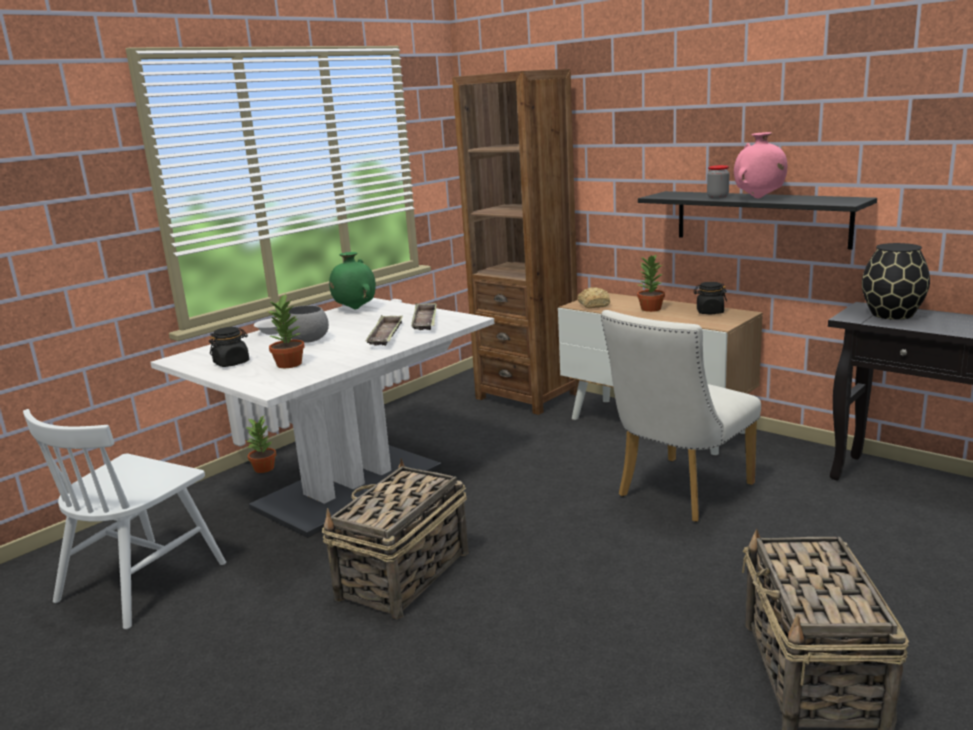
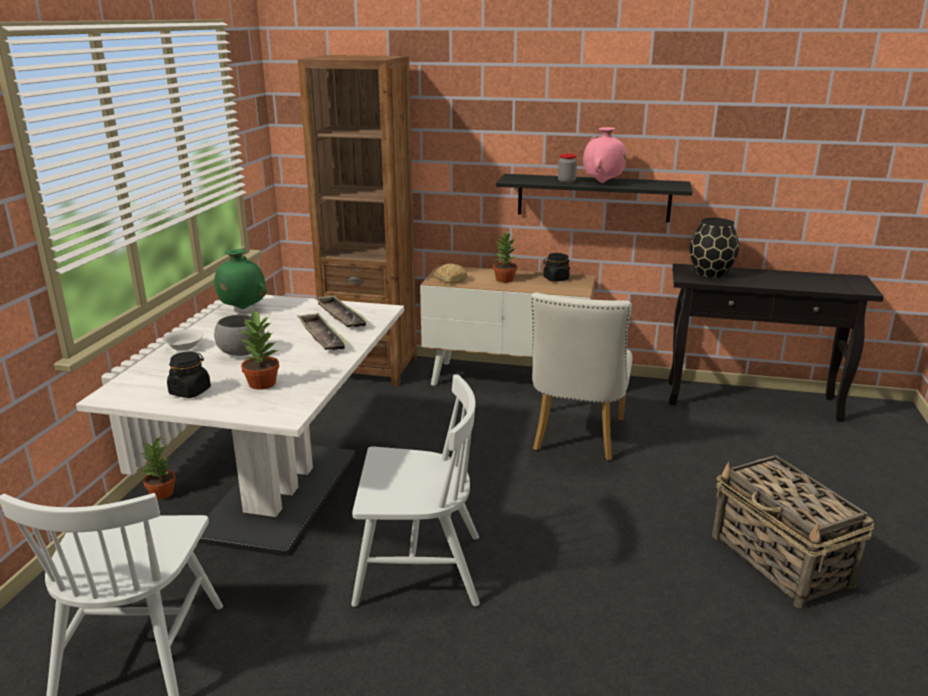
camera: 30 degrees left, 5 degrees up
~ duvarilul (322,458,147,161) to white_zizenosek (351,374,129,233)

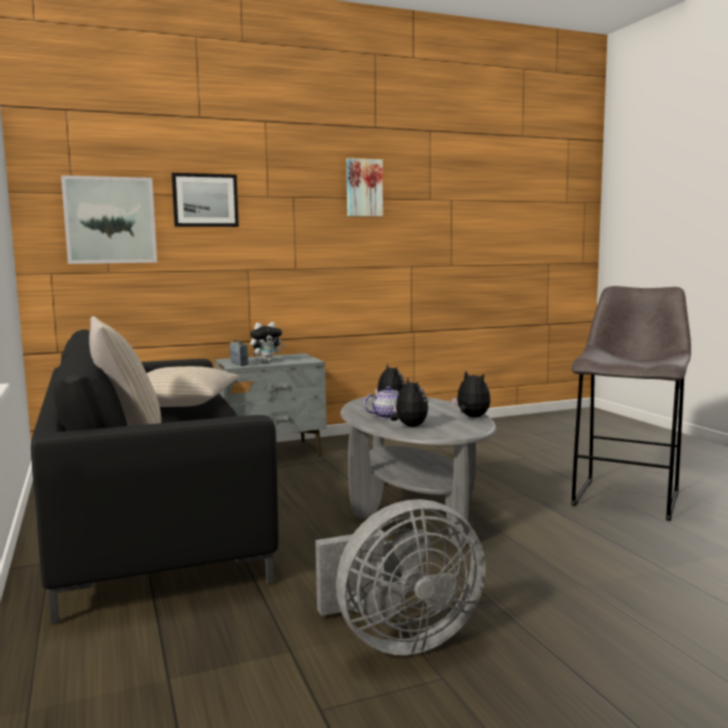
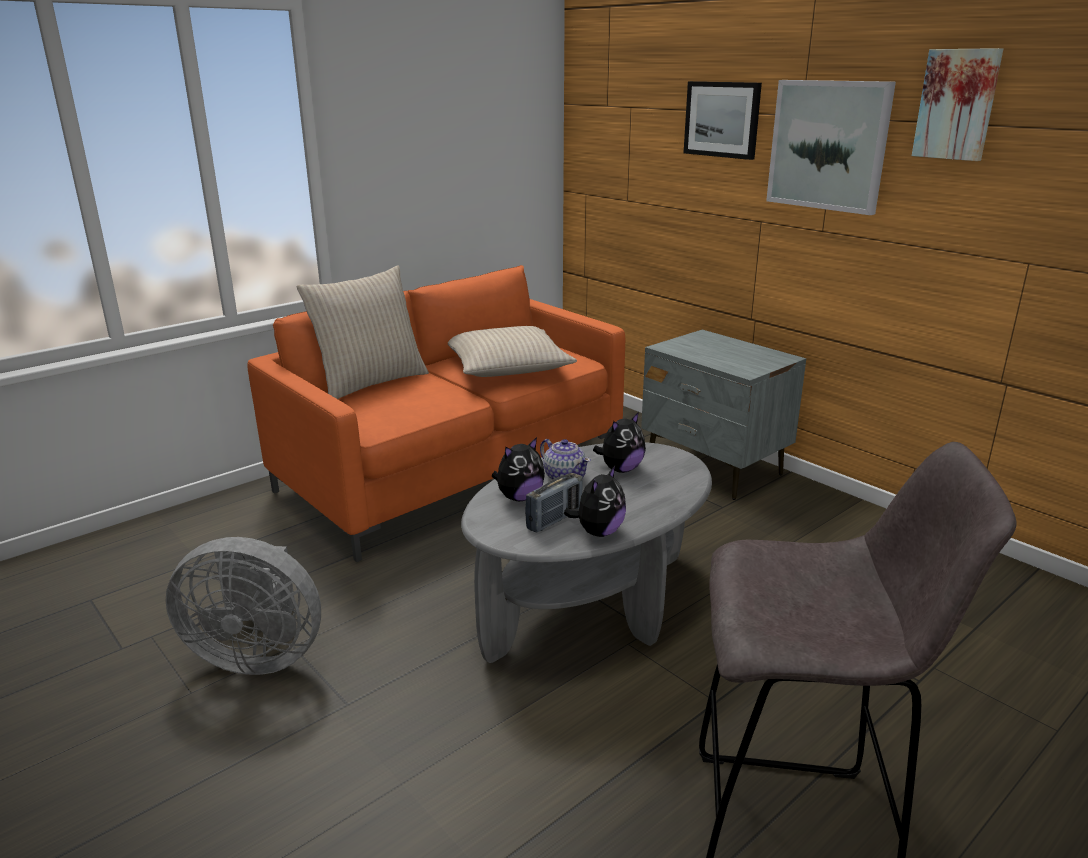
camera: 70 degrees right, 15 degrees up
- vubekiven (250,322,35,40)
~ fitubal (61,175,96,89) to (766,80,130,135)
~ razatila (230,340,18,26) to (525,473,58,60)
~ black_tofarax (31,329,248,295) to orange_tofarax (247,265,378,297)
~ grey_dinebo (315,499,171,156) = (166,537,155,138) 45 degrees counterclockwise

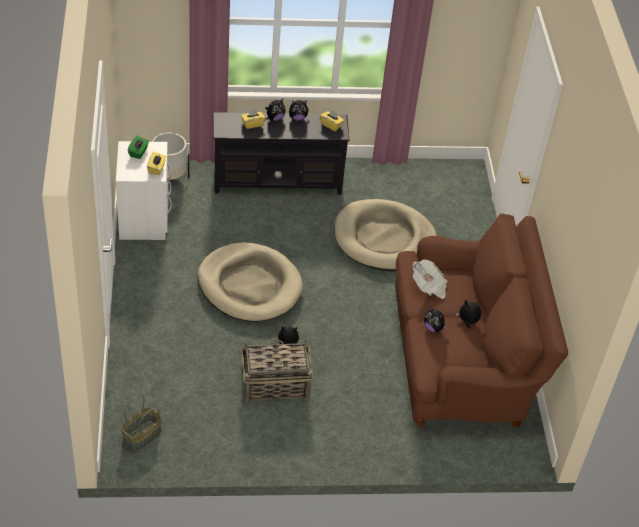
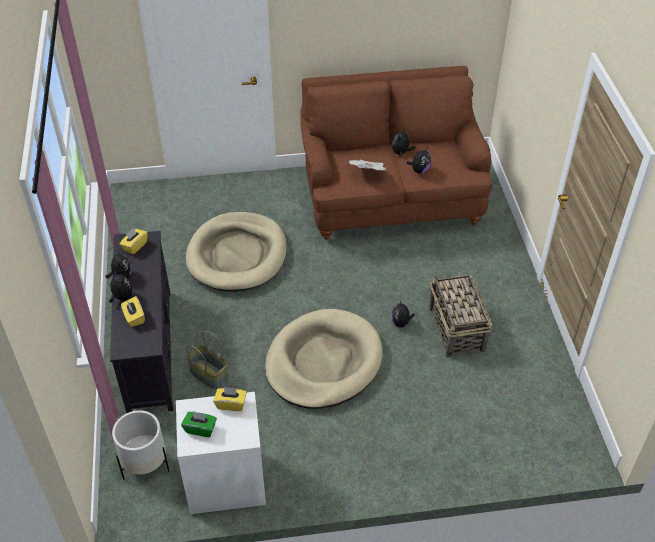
camera: 90 degrees left, 0 degrees up
~ duvarilul (121,395,41,57) to (186,331,42,59)

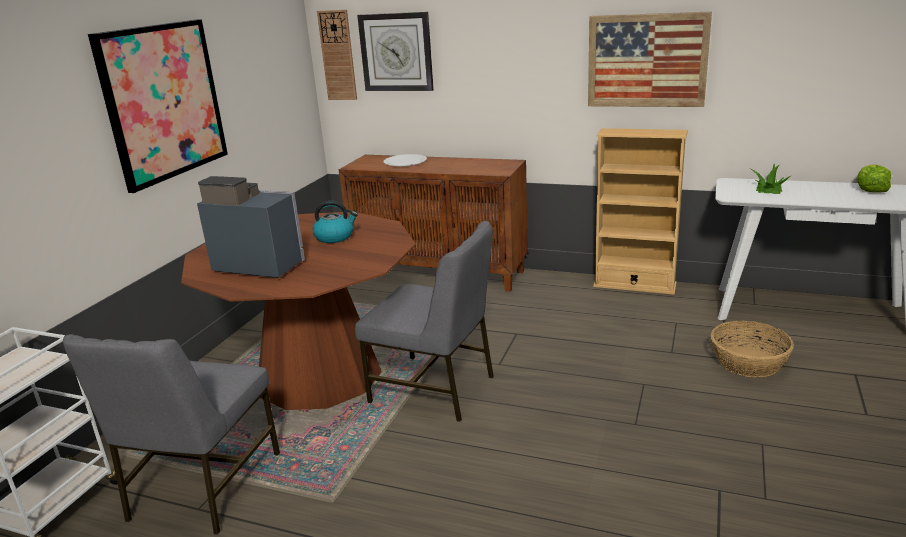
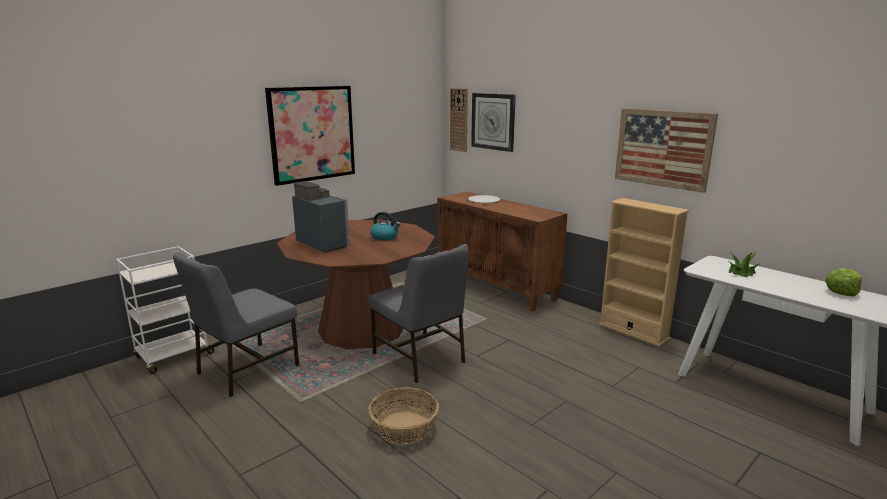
camera: 25 degrees right, 5 degrees down
~ duvarilul (711,321,83,57) to (369,387,70,57)

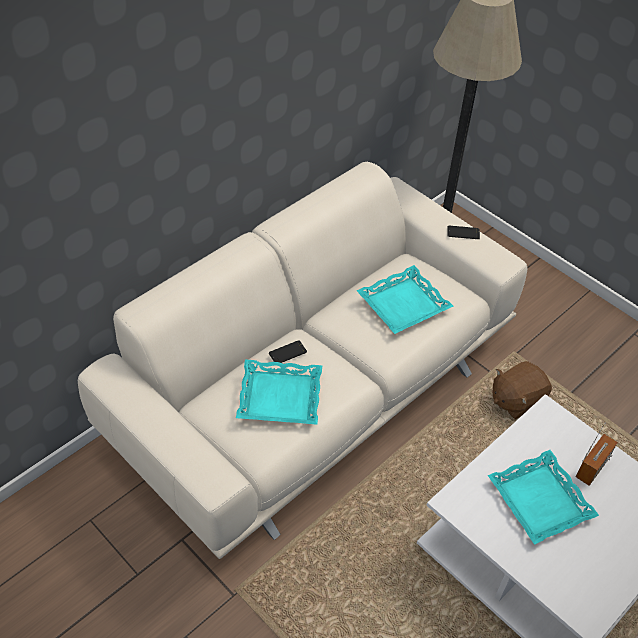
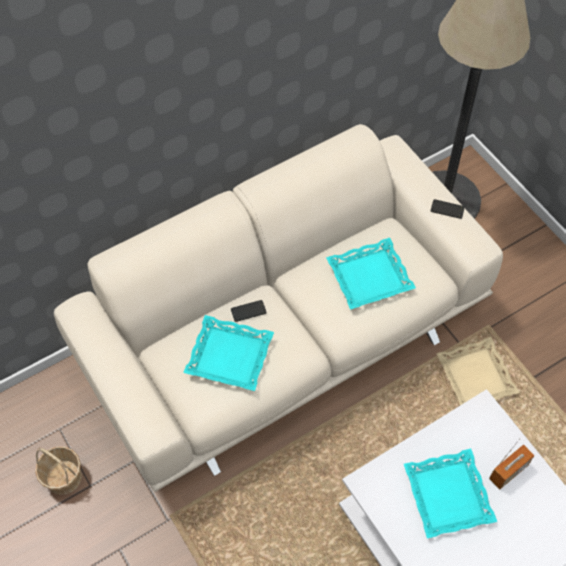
camera: 15 degrees right, 10 degrees up
+ duvarilul (35,447,47,48)
~ brown_vubekiven (493,361,59,58) to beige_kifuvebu (436,337,83,68)

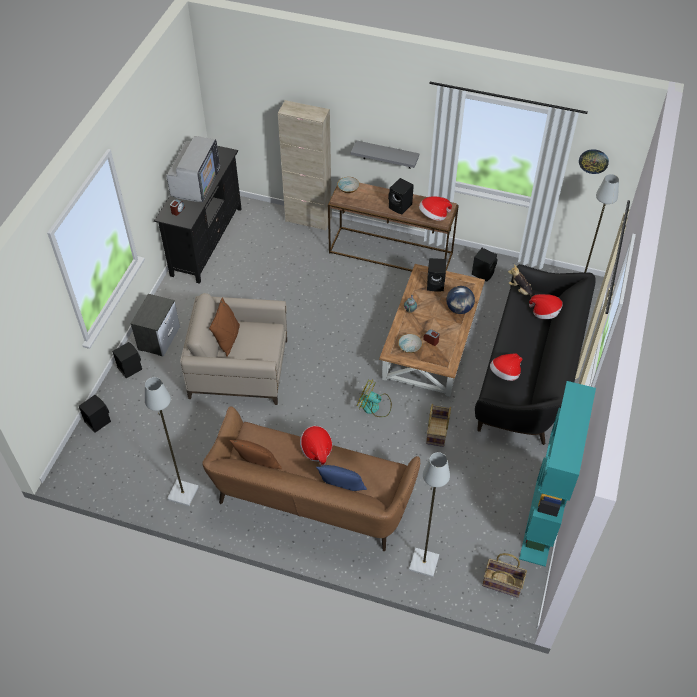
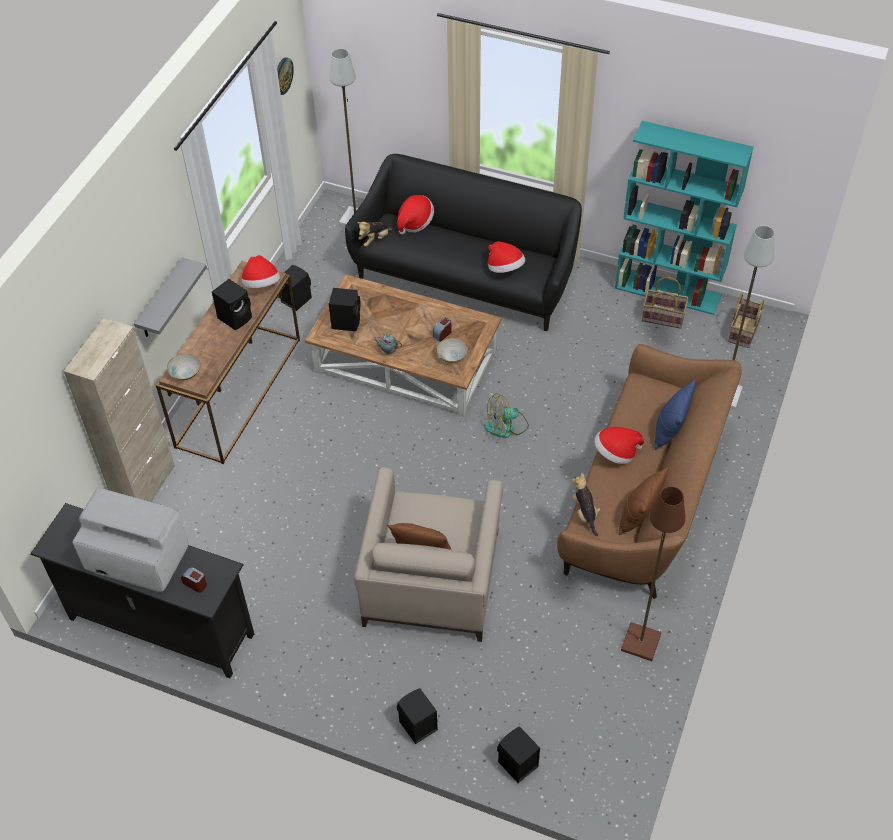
camera: 85 degrees left, 0 degrees up
- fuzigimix (130,294,50,62)
- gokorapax (446,286,29,28)
+ vubekiven (572,473,28,63)
~ duvarilul (426,404,25,43) to (642,277,46,52)
~ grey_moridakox (145,377,54,129) to brown_moridakox (621,487,64,174)
~ dinebo (357,379,35,38) = (484,393,45,45) 45 degrees clockwise

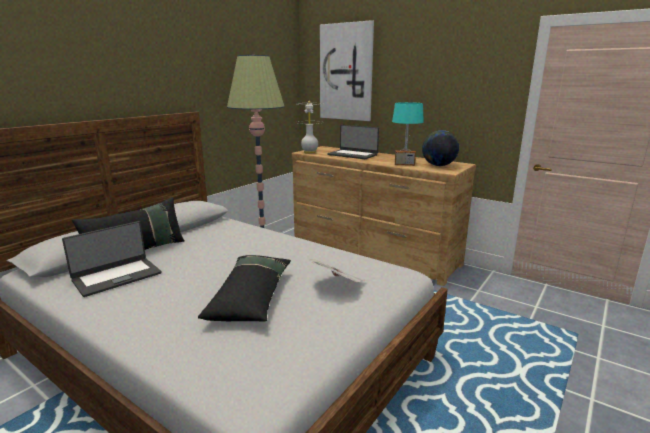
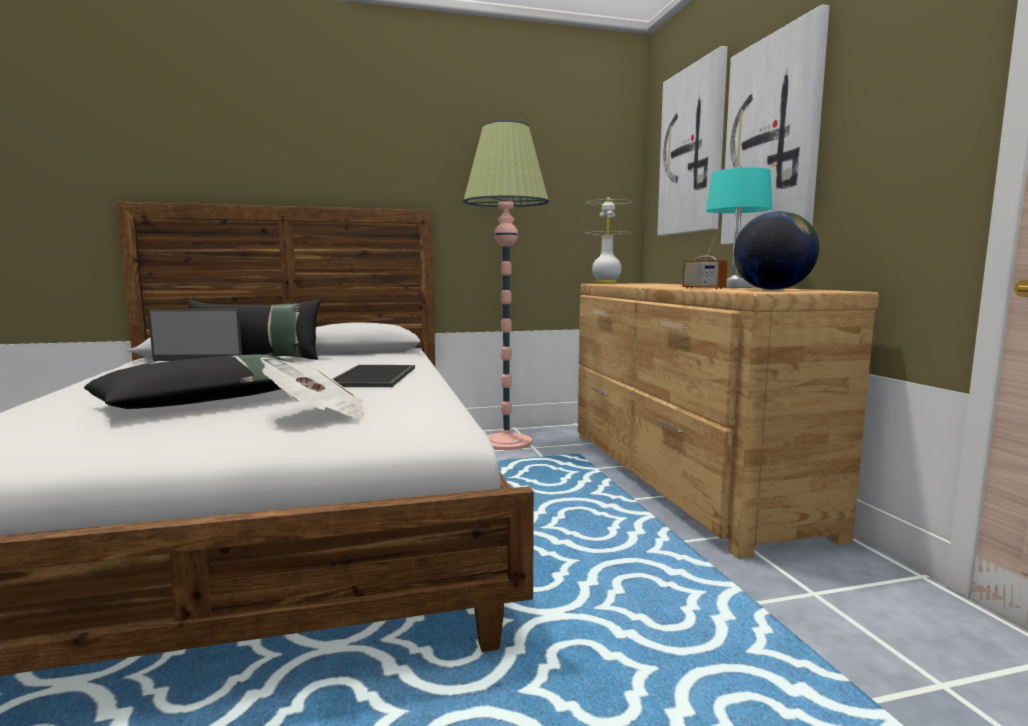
camera: 40 degrees right, 10 degrees down
- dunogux (327,125,52,34)
+ kifuvebu (333,365,82,22)
+ fitubal (721,5,109,240)

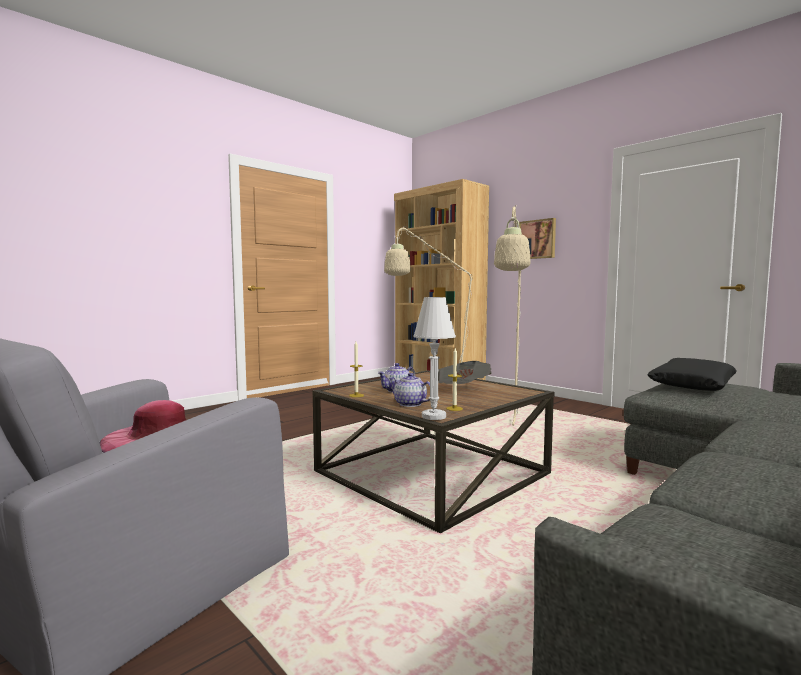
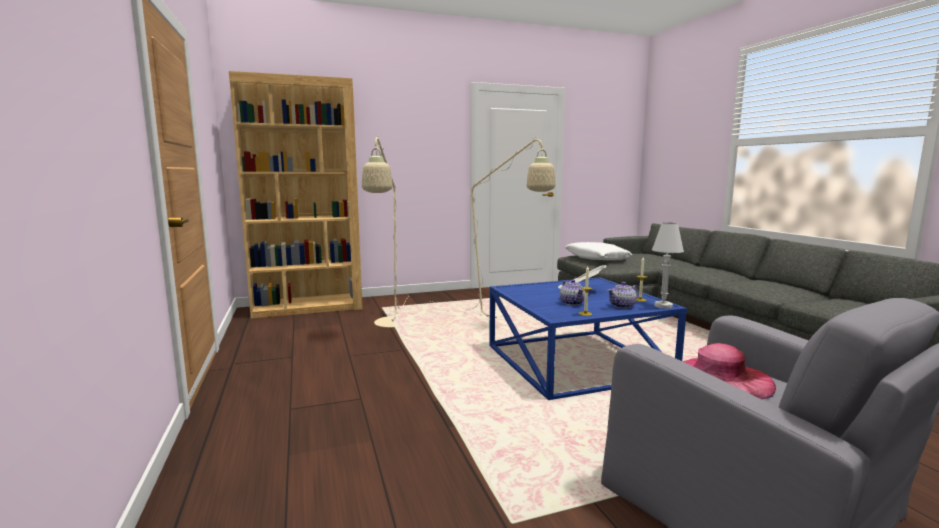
camera: 65 degrees left, 5 degrees up
- fitubal (519,218,37,41)
~ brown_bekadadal (313,370,242,164) to blue_bekadadal (489,277,198,123)
~ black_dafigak (647,358,90,33) to white_dafigak (565,242,67,18)

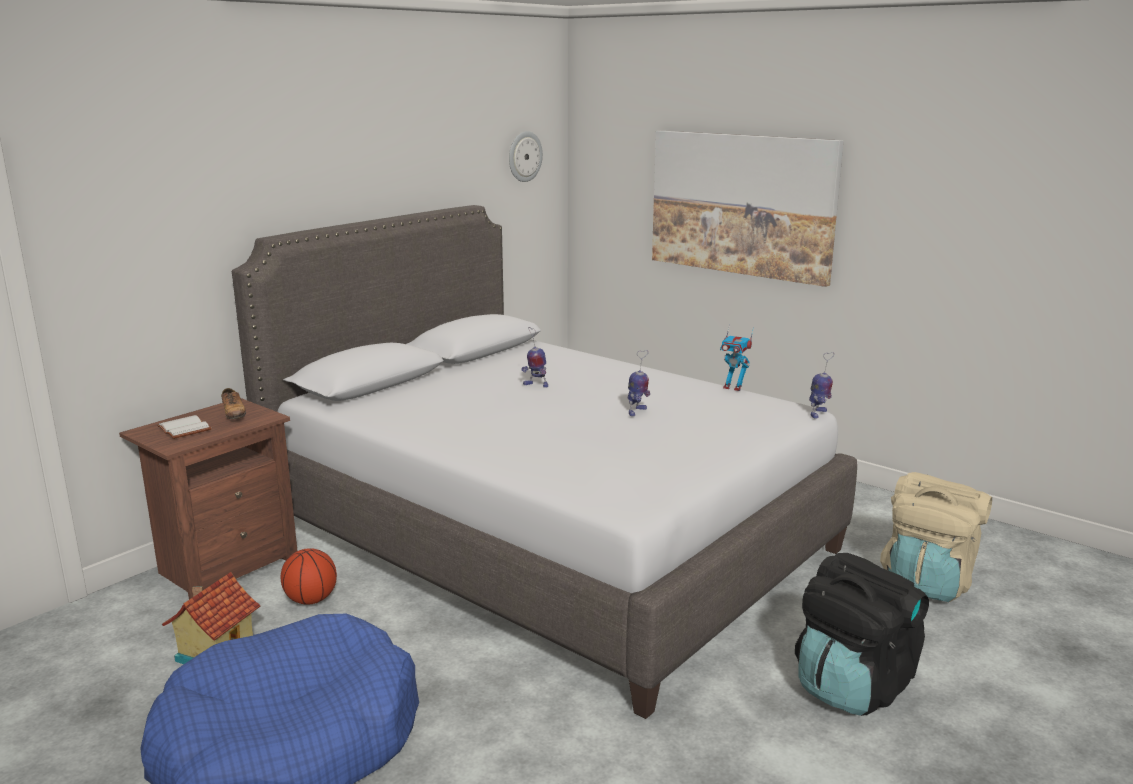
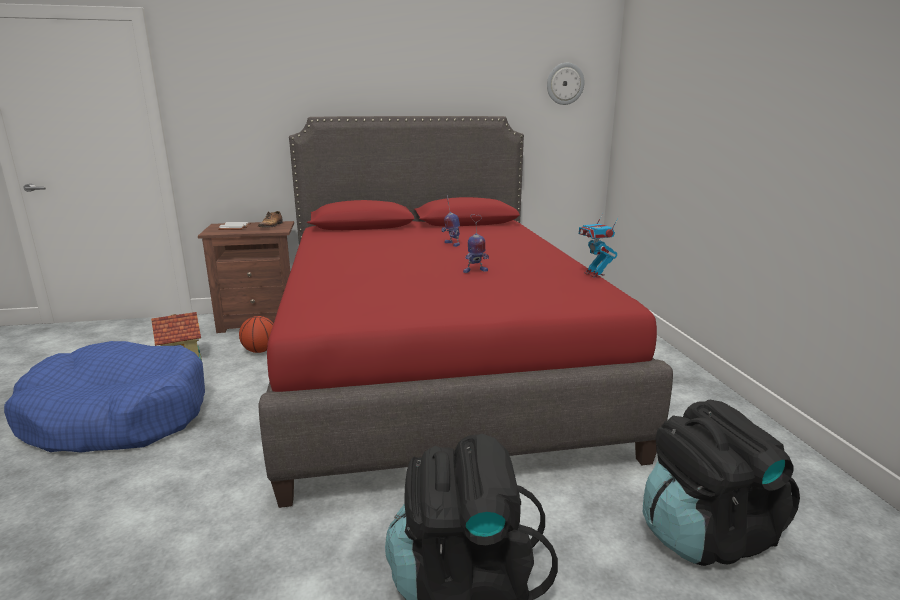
camera: 40 degrees right, 0 degrees up
- fitubal (652,131,192,156)
- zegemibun (809,352,25,67)
~ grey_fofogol (232,205,625,514) to red_fofogol (258,116,415,392)
~ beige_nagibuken (880,472,112,130) to black_nagibuken (643,400,157,166)

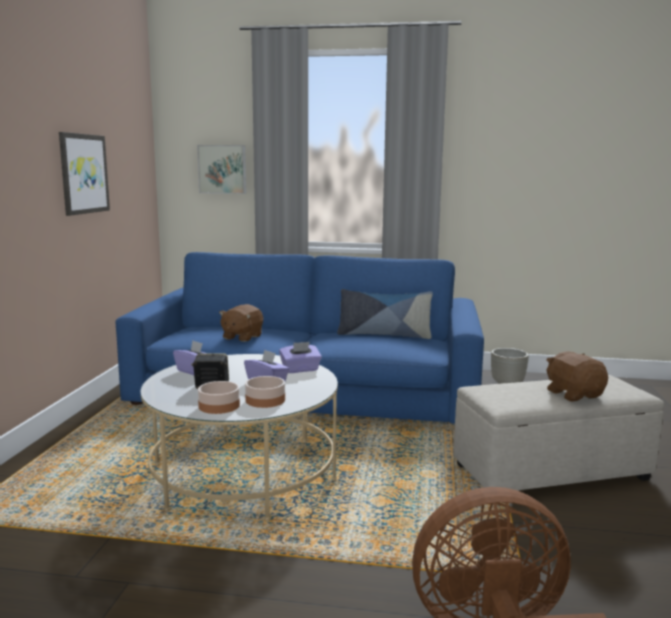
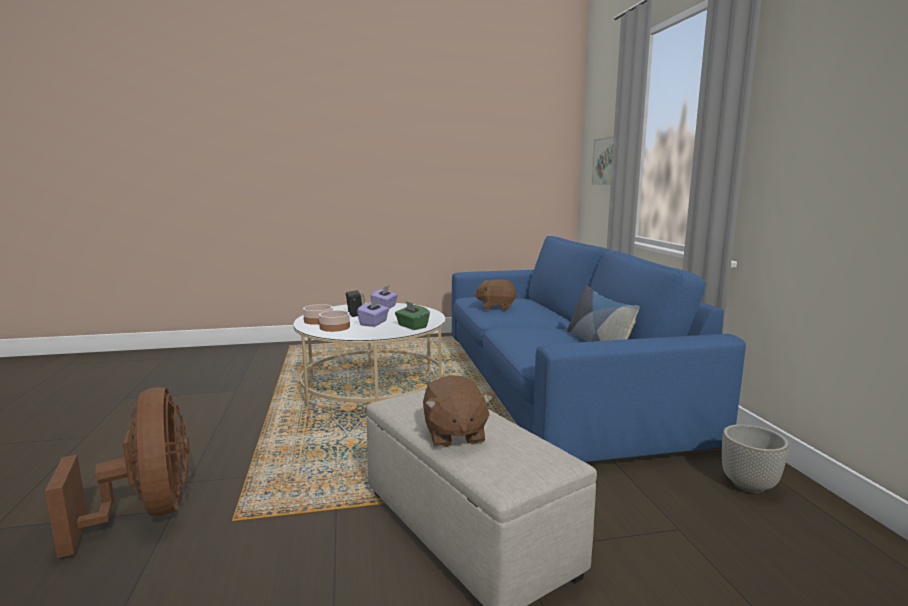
camera: 70 degrees right, 0 degrees up
- fitubal (59,132,51,84)
~ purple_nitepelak (279,342,43,31) to green_nitepelak (395,301,35,29)
~ brown_vubekiven (546,351,62,50) = (423,375,70,73) 120 degrees clockwise

